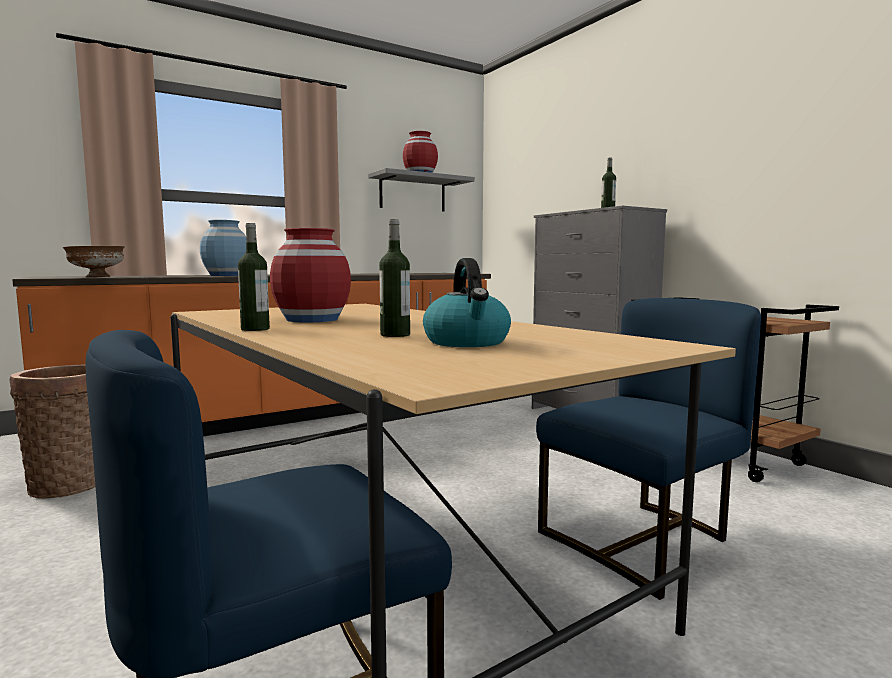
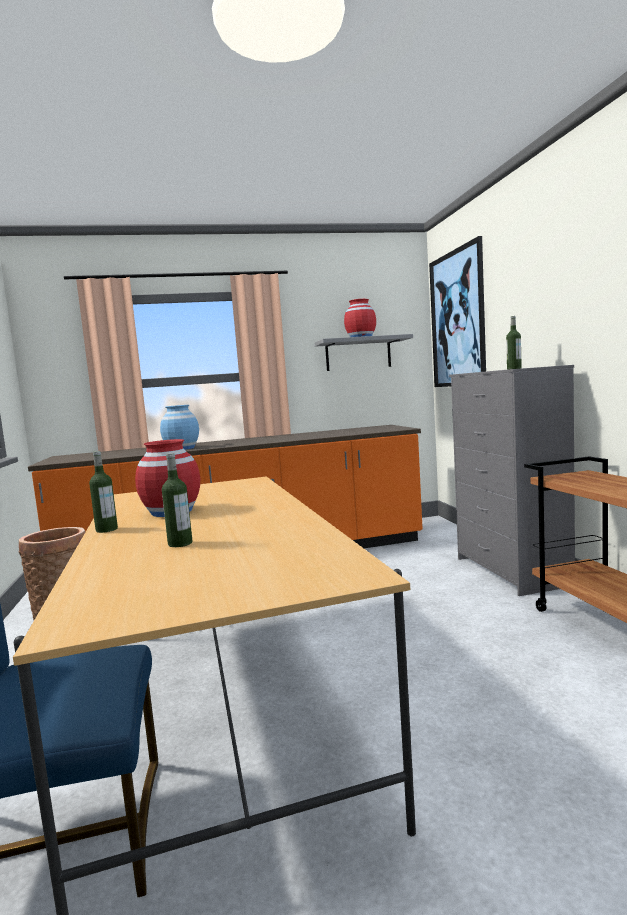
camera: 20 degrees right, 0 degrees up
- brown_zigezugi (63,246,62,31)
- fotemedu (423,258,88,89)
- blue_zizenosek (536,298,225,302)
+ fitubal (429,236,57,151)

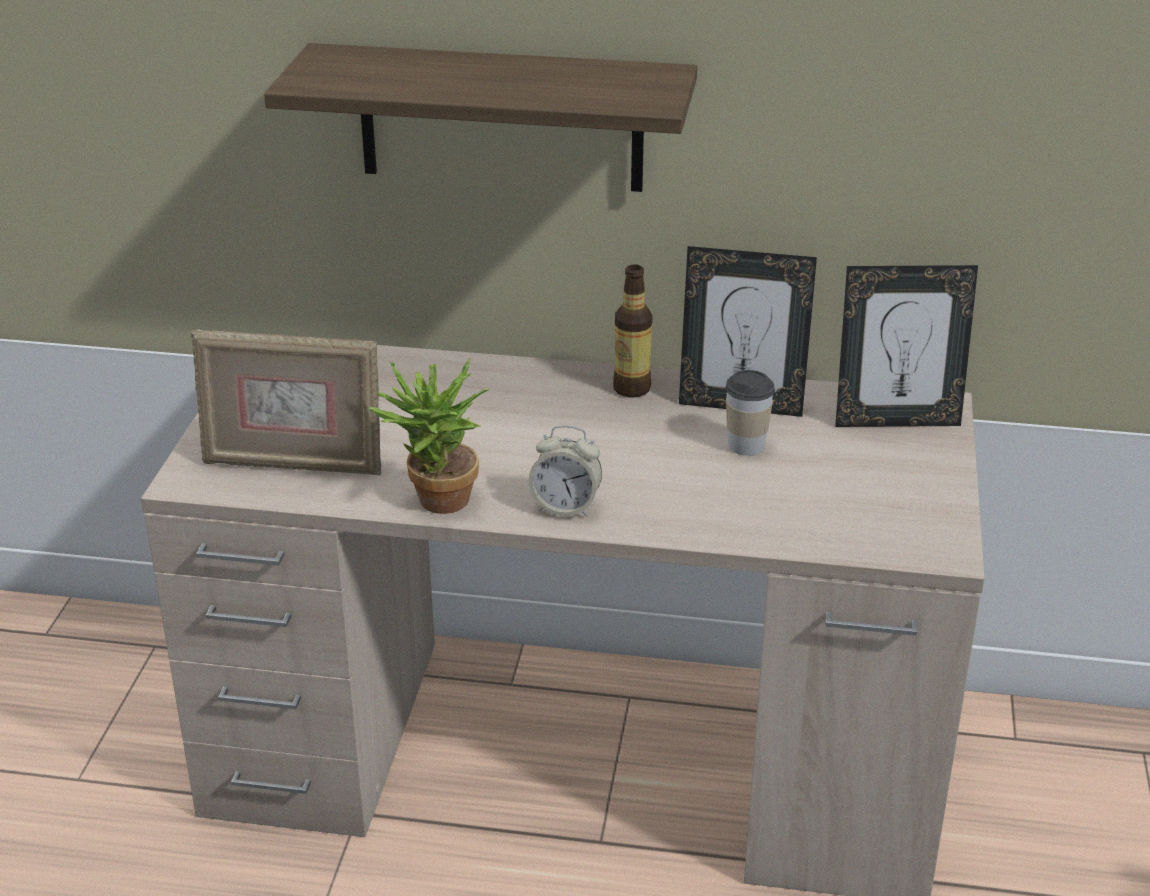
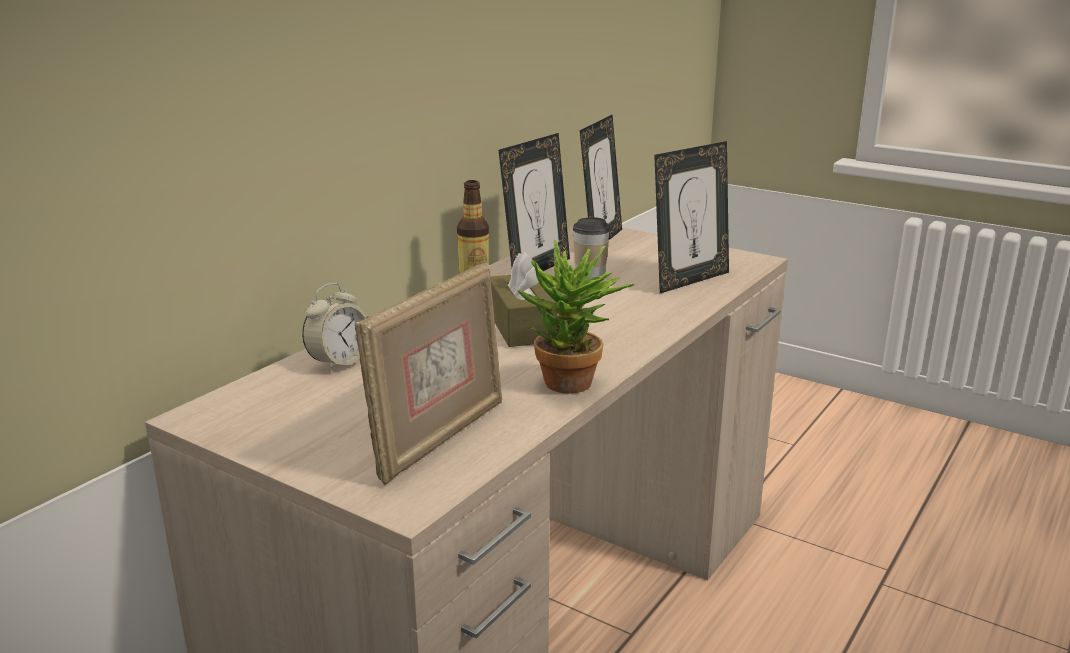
camera: 65 degrees left, 10 degrees down
- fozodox (264,43,433,149)
+ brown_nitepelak (490,252,68,95)
+ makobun (654,141,75,152)
~ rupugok (528,425,74,92) to (302,283,65,89)

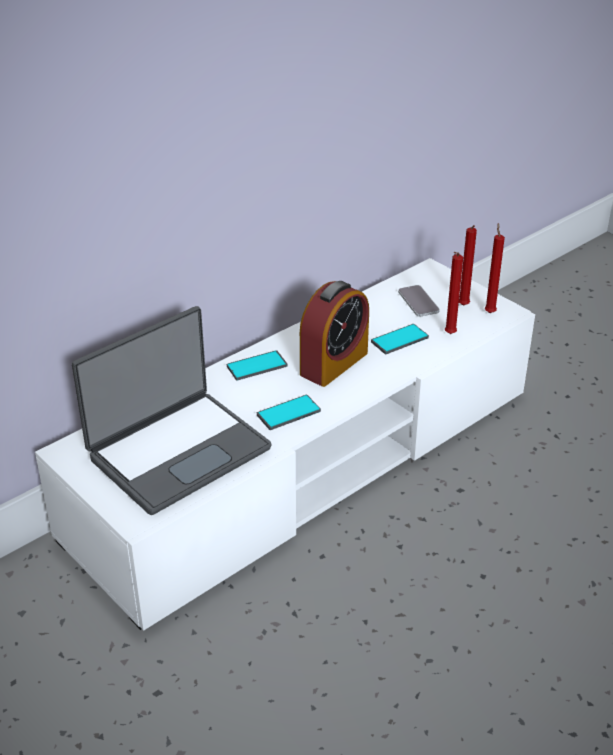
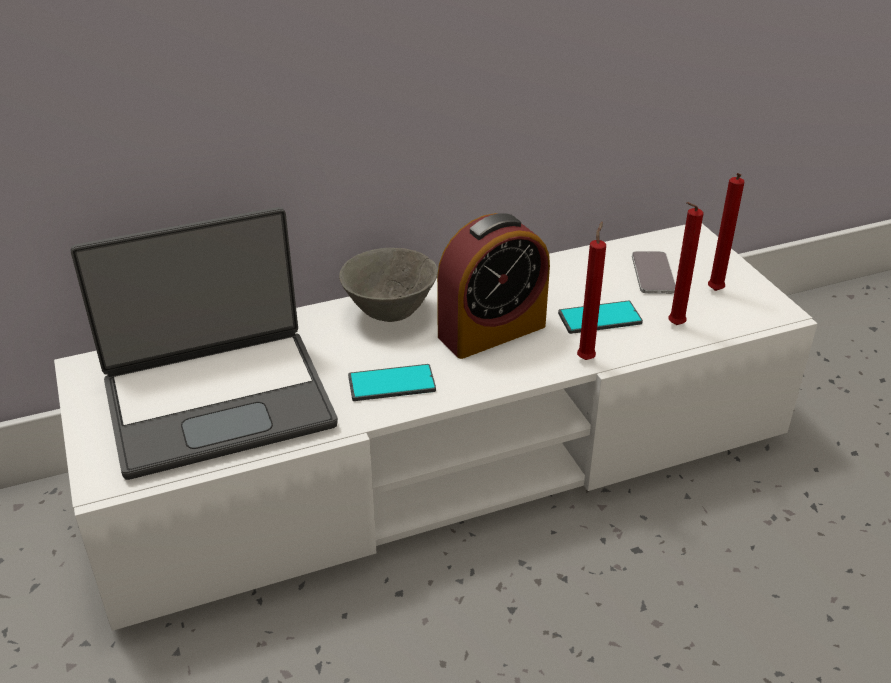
camera: 20 degrees right, 0 degrees up
~ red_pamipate (485,223,20,90) to (577,221,29,139)
~ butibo (227,350,60,31) to grey_zigezugi (339,248,99,74)

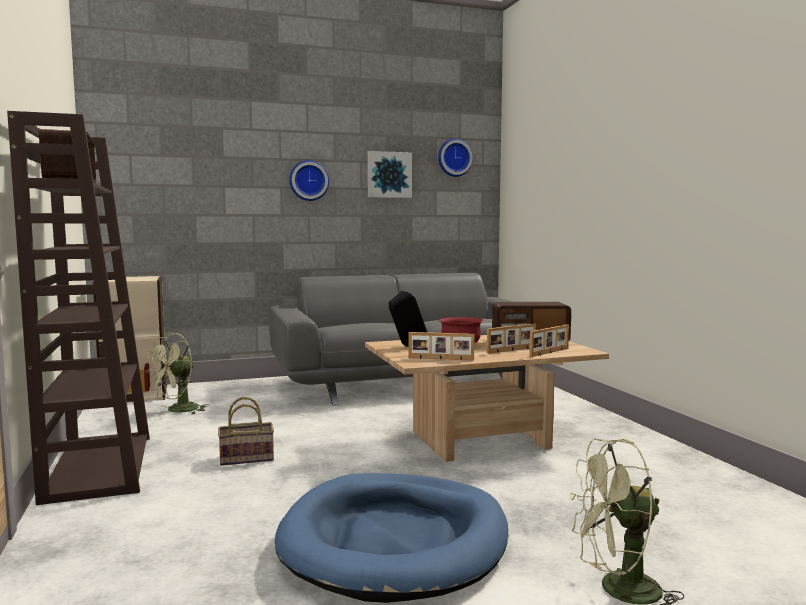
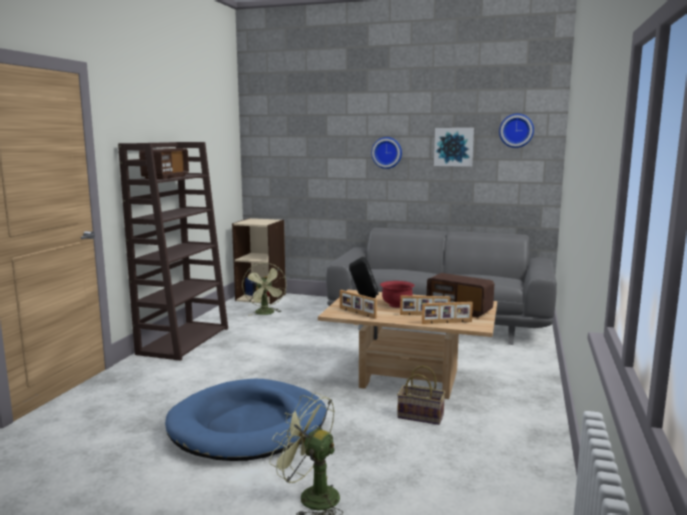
camera: 35 degrees right, 5 degrees up
~ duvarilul (218,397,56,69) to (397,365,48,60)
~ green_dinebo (145,333,64,81) = (242,263,45,53) 90 degrees counterclockwise

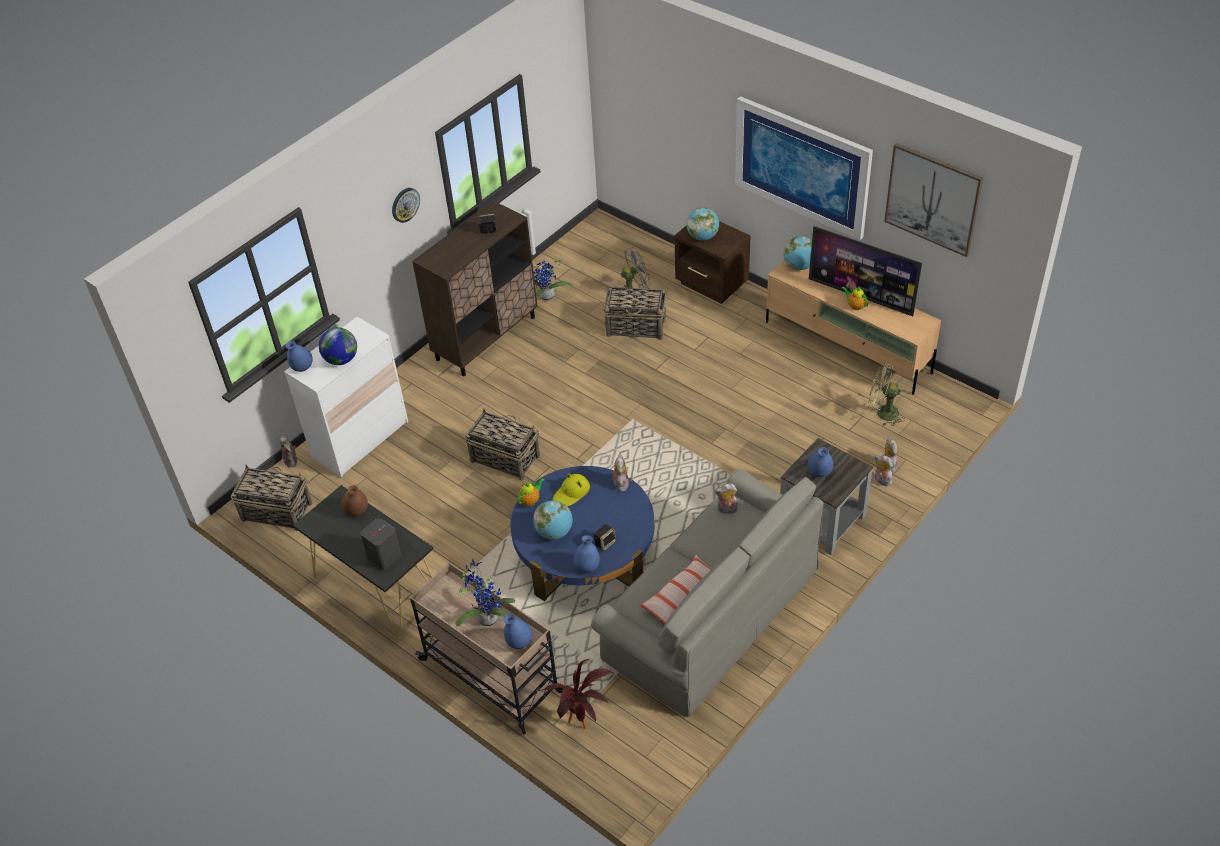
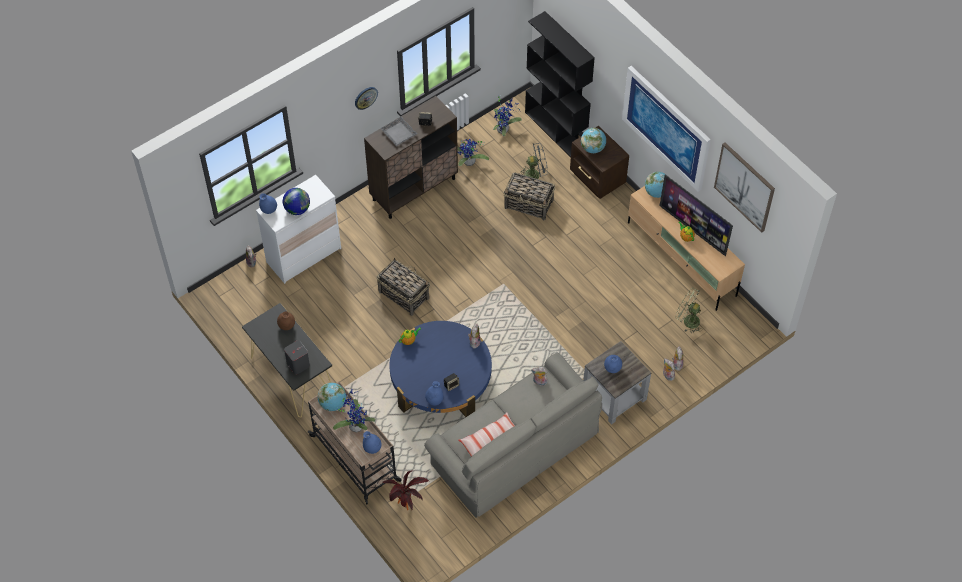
camera: 10 degrees right, 10 degrees up
- duvarilul (231,464,81,67)
- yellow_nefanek (553,474,37,32)
+ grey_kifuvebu (380,116,37,30)
+ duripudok (493,95,29,41)
+ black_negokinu (525,11,70,147)
~ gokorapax (533,500,39,40) to (318,383,28,28)

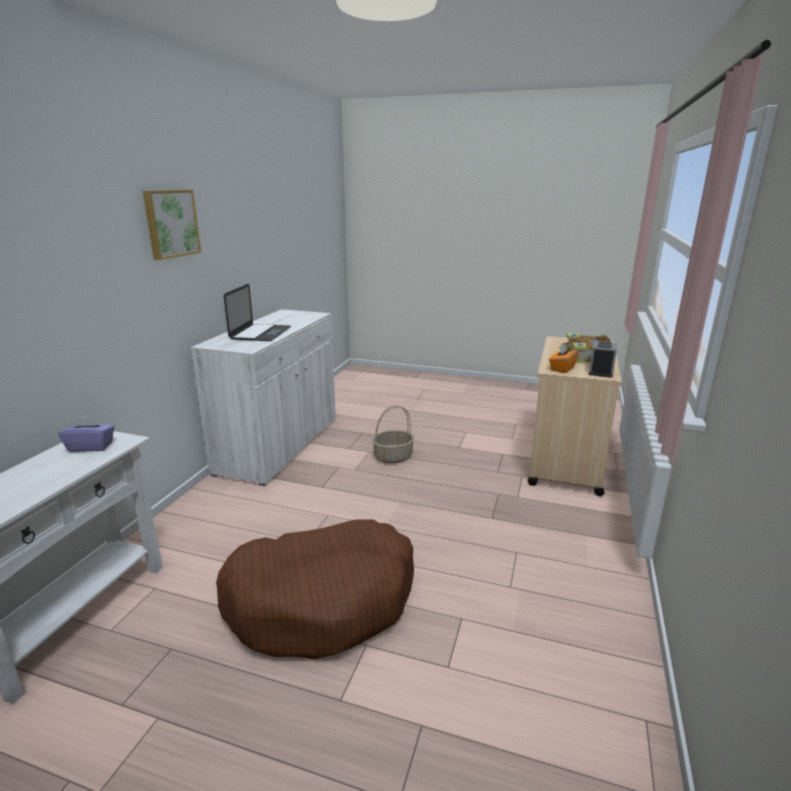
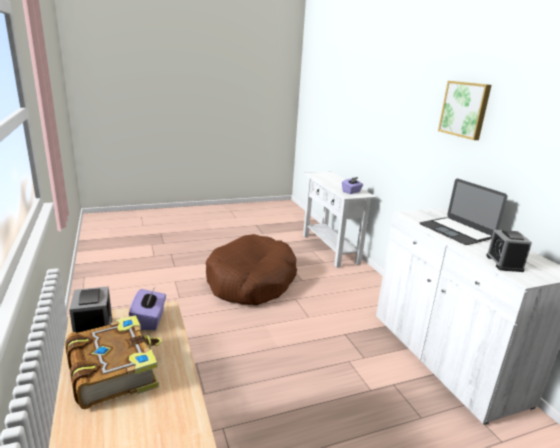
camera: 140 degrees right, 0 degrees up
- duvarilul (372,405,42,59)
+ rupugok (486,230,46,42)
~ orange_nitepelak (549,343,30,30) to purple_nitepelak (129,287,37,43)

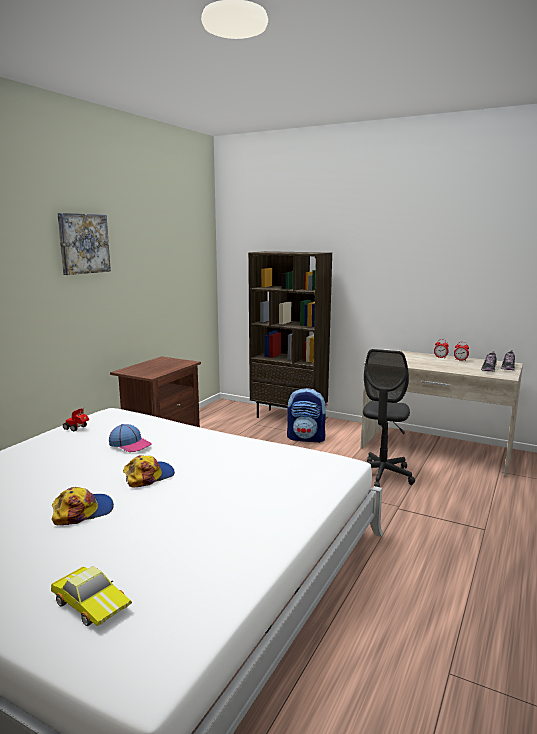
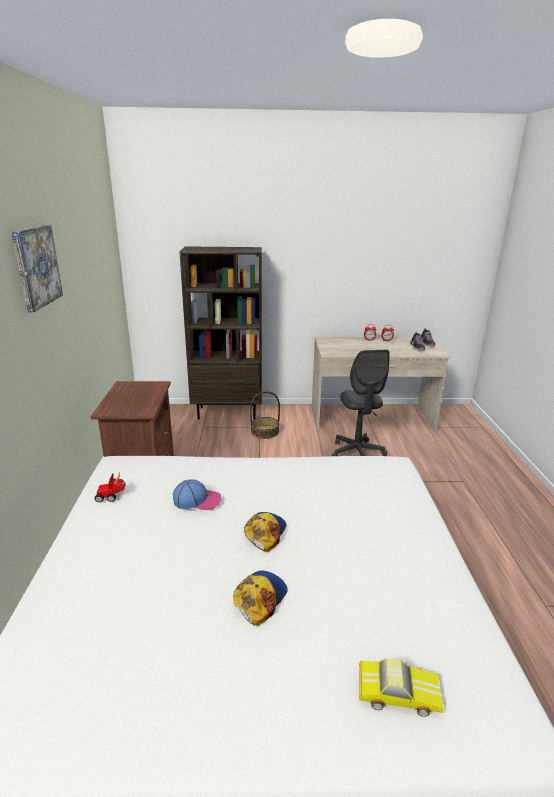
camera: 30 degrees left, 10 degrees up
~ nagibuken (287,388,40,55) to duvarilul (250,391,30,48)

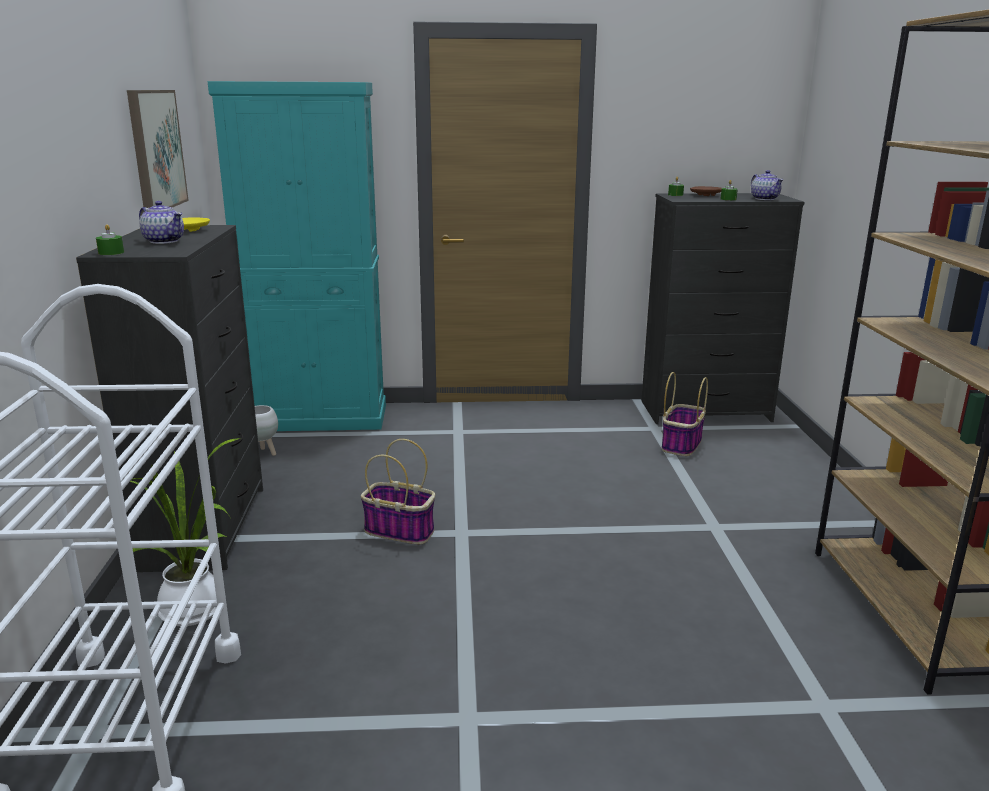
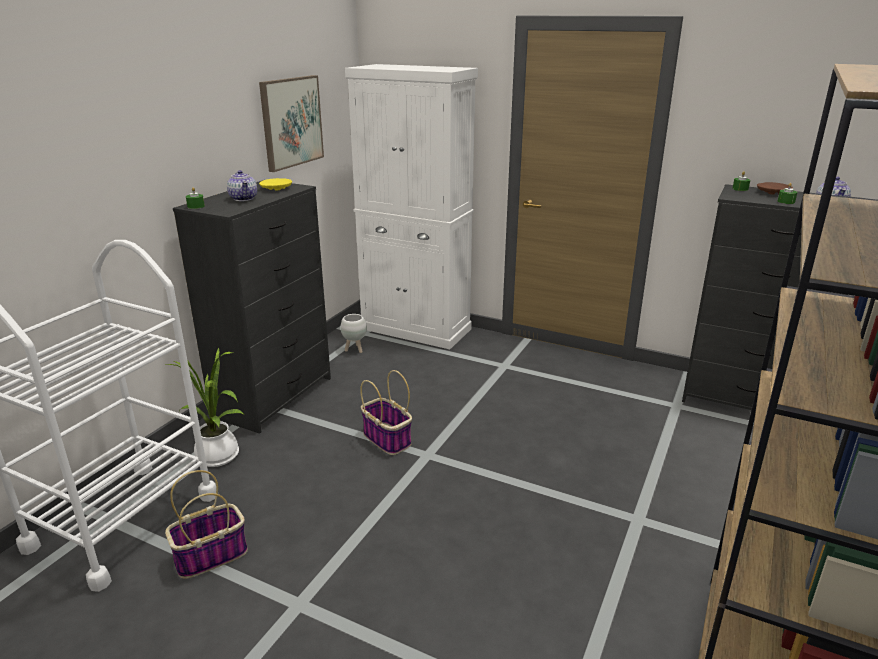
camera: 30 degrees right, 5 degrees up
~ duvarilul (662,372,46,84) to (165,470,83,109)
~ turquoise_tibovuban (208,81,178,350) to white_tibovuban (345,64,133,285)

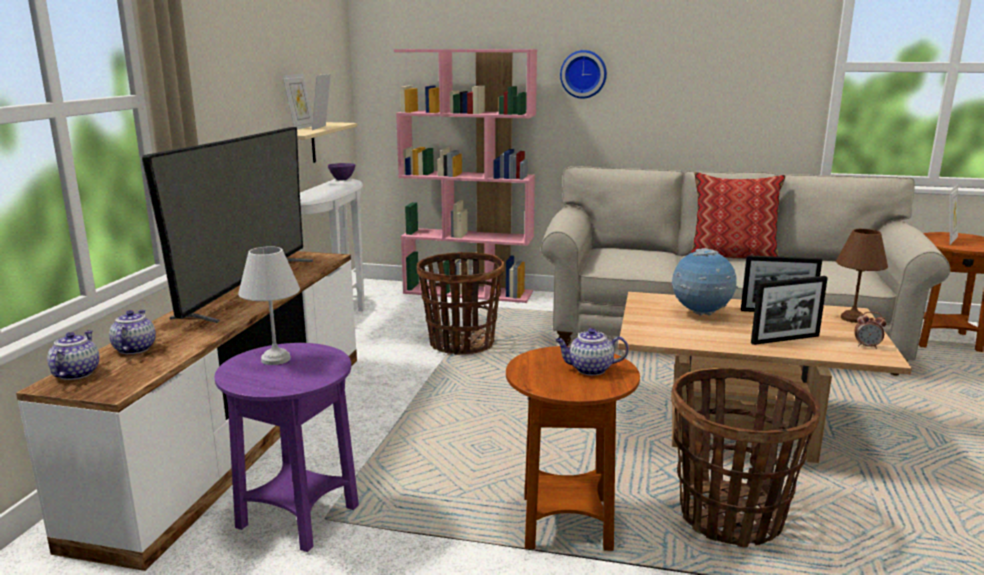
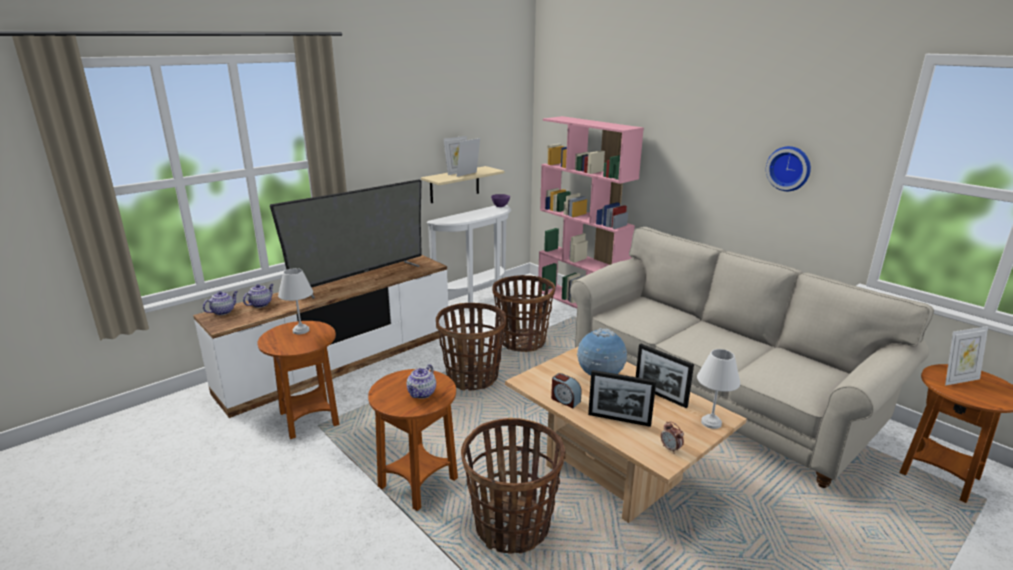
camera: 35 degrees right, 5 degrees up
- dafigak (689,172,97,86)
+ duvarilul (436,303,70,88)
+ rupugok (551,373,31,35)
~ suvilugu (560,50,47,49) to (766,146,45,45)
~ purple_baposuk (214,343,145,209) to brown_baposuk (257,321,82,118)
~ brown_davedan (836,229,52,94) to white_davedan (697,349,43,80)
~ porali (555,328,74,48) = (407,364,29,35) 105 degrees counterclockwise

